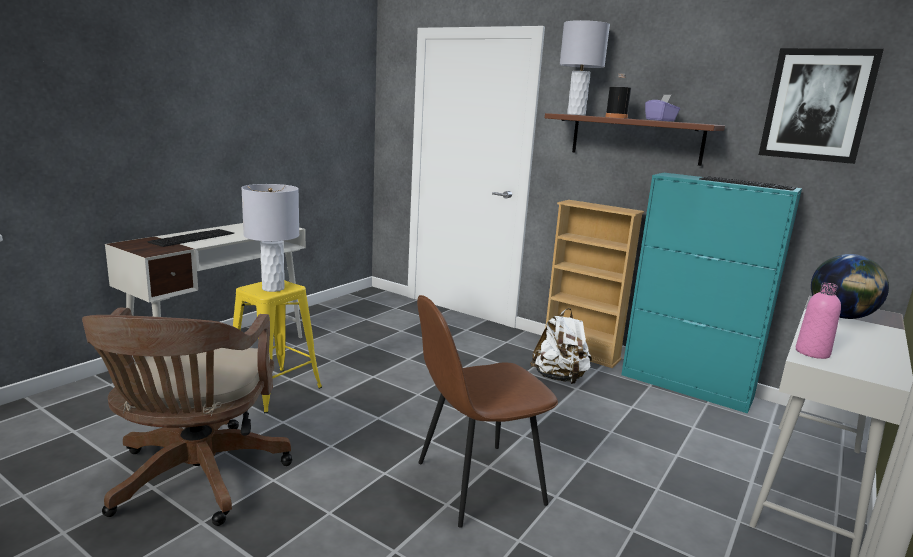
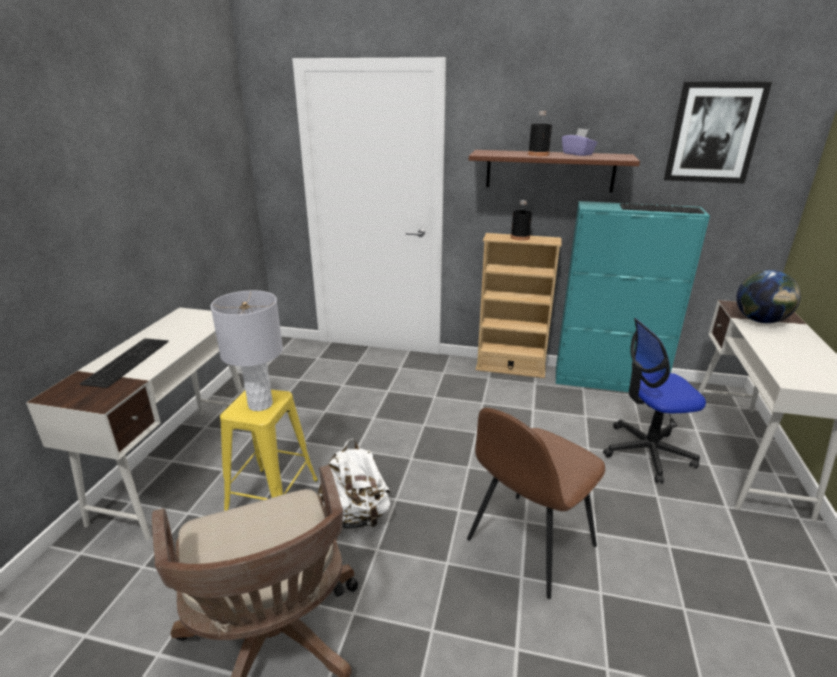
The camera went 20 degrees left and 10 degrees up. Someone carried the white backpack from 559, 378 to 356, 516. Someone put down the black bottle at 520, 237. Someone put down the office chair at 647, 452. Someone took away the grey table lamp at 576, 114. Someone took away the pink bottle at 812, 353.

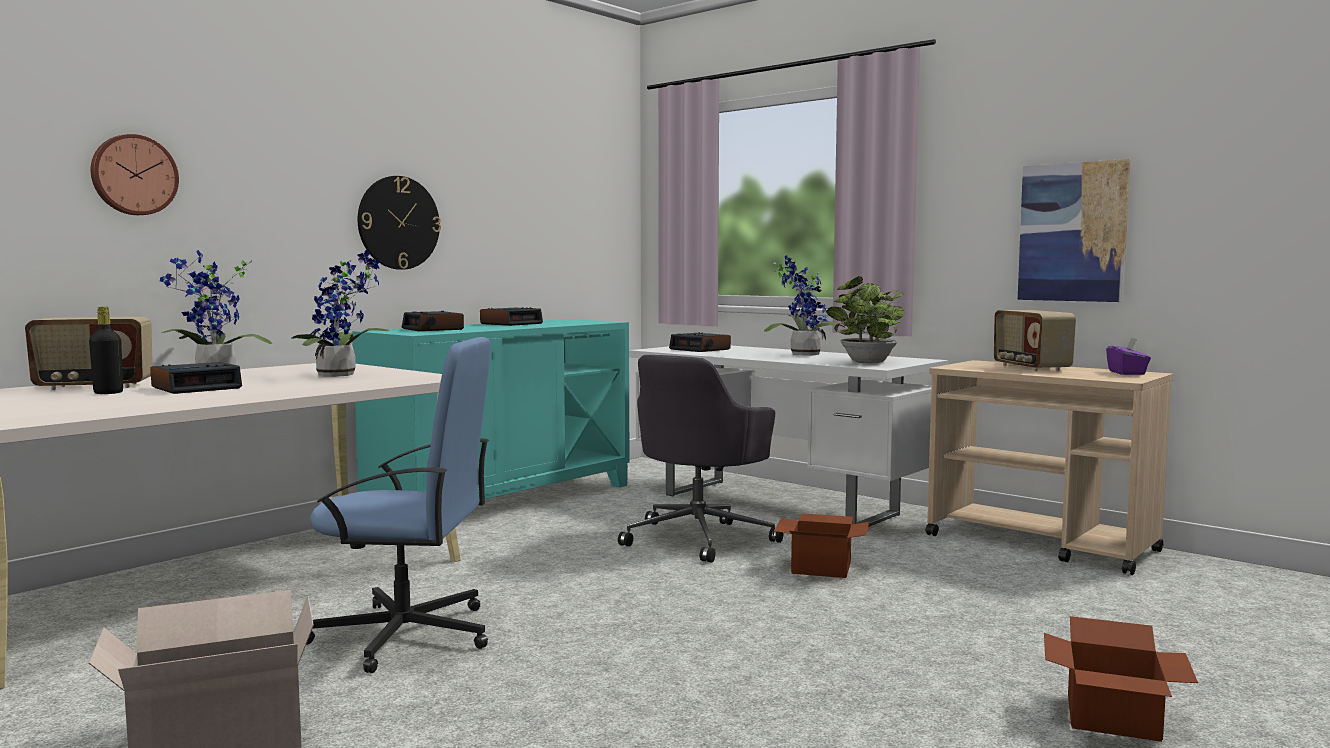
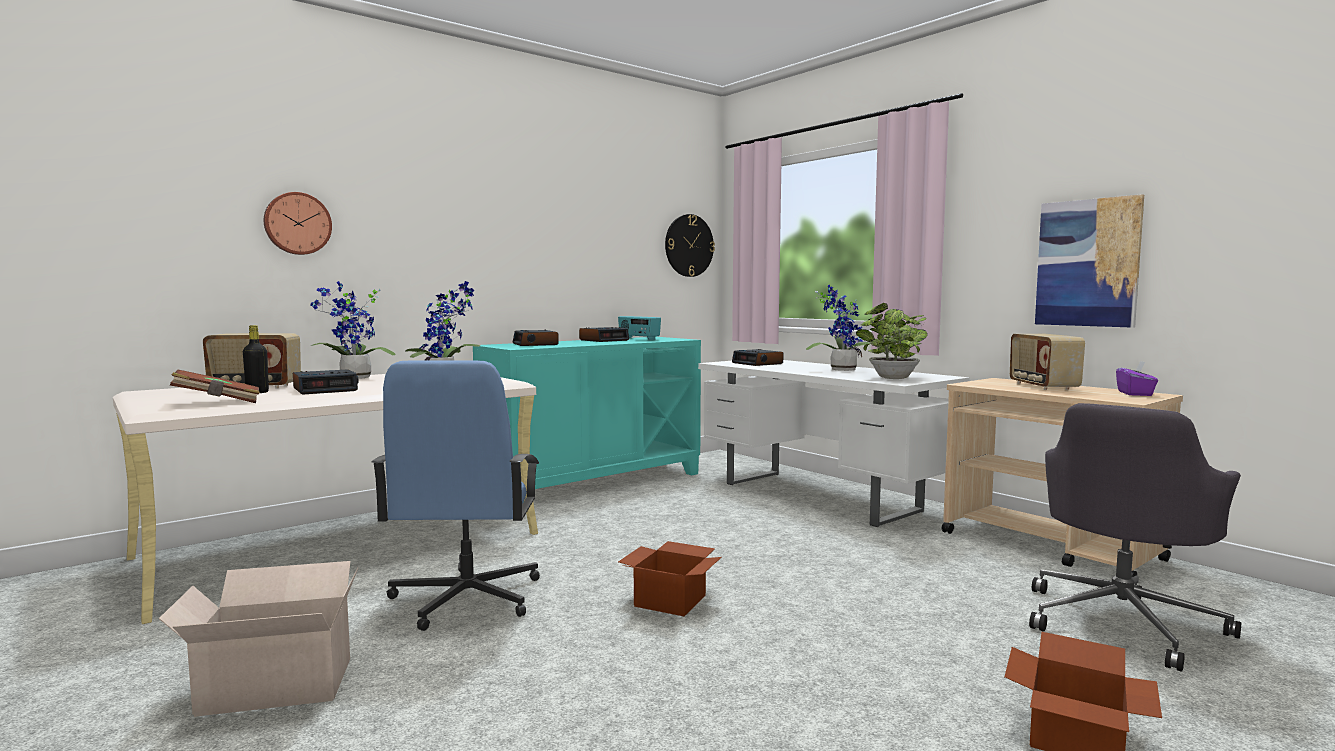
The camera went 10 degrees right and 0 degrees up. Someone put down the brown book at 218, 402. Someone rotated the blue office chair at 406, 635 by 75 degrees clockwise. Someone put down the radio at 638, 339. Someone carried the cardboard box from 822, 567 to 672, 600. Someone carried the wall clock from 398, 223 to 689, 245. Someone carried the grey office chair from 700, 538 to 1122, 622.

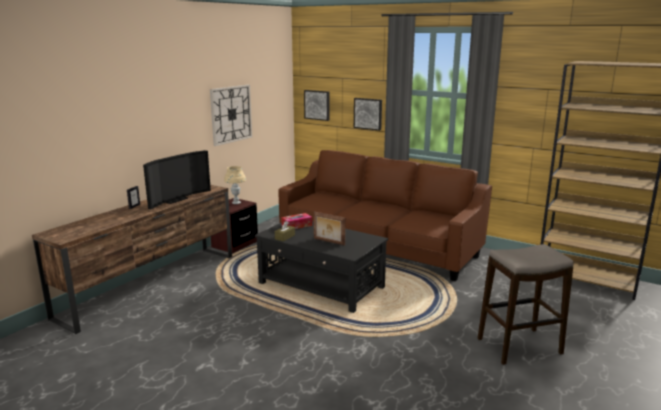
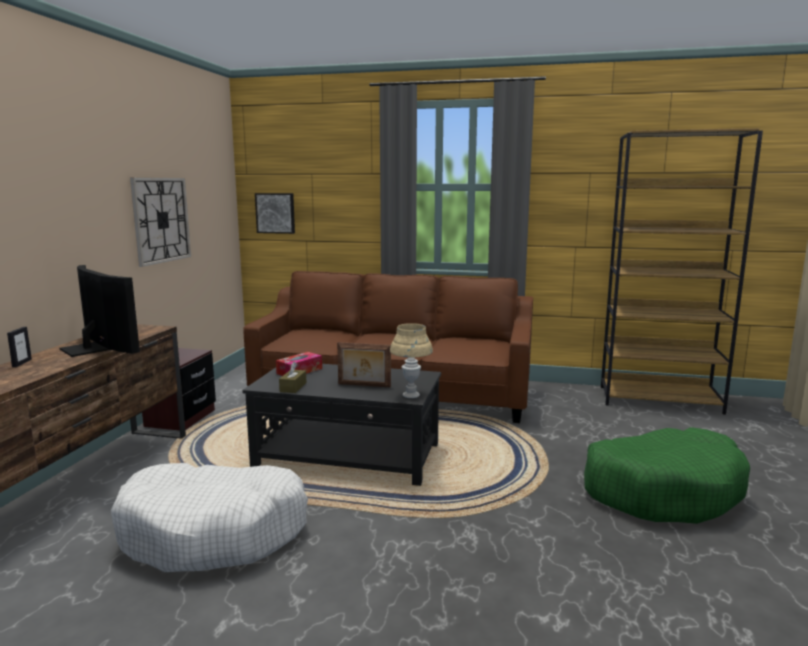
The camera went 20 degrees left and 5 degrees down. Someone rotated the television at 174, 200 by 60 degrees counterclockwise. Someone put down the white dog bed at 214, 532. Someone carried the beige table lamp from 236, 203 to 411, 395. Someone swapped the stool at 519, 346 for the green dog bed at 662, 491. Someone took away the picture at 368, 113.

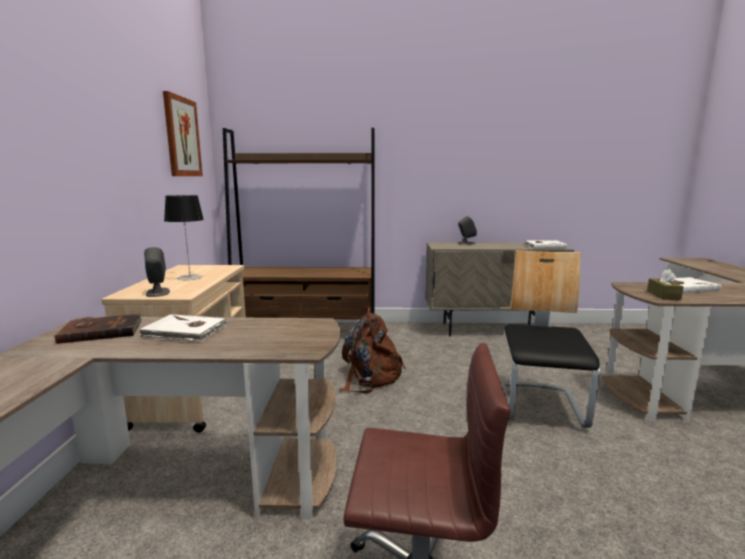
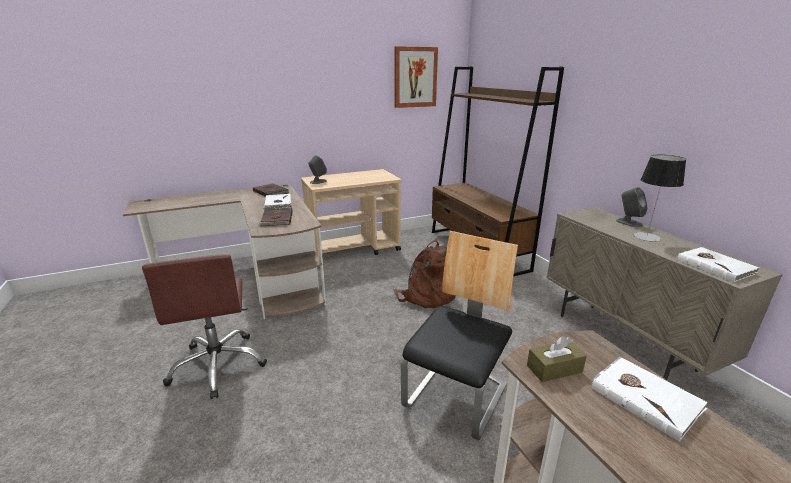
The camera went 65 degrees right and 10 degrees up. Someone put down the brown book at 276, 219. Someone rotated the chair at 541, 405 by 45 degrees counterclockwise. Someone carried the table lamp from 190, 277 to 646, 237.

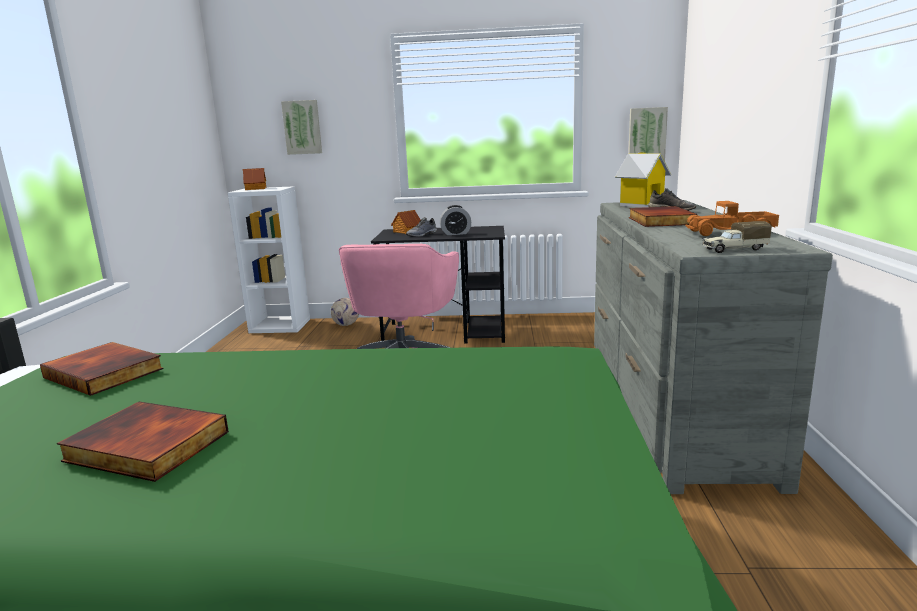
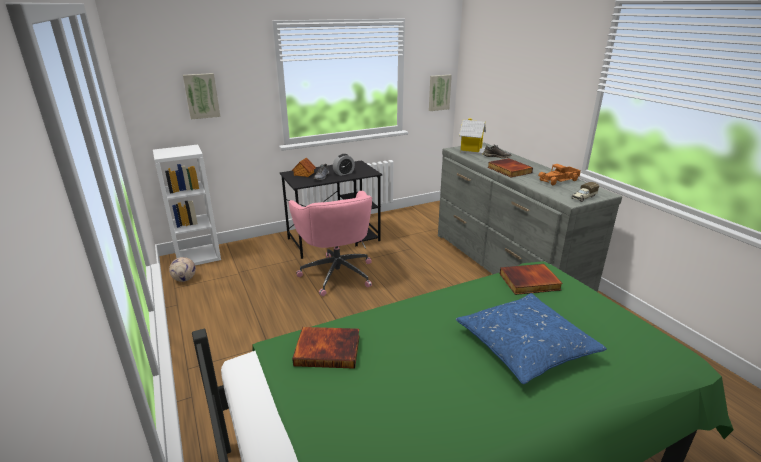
The camera went 30 degrees left and 10 degrees up. Someone carried the football from 346, 325 to 184, 279. Someone put down the blue pillow at 525, 346. Someone carried the book from 145, 447 to 529, 282. Someone took away the toy house at 256, 188.

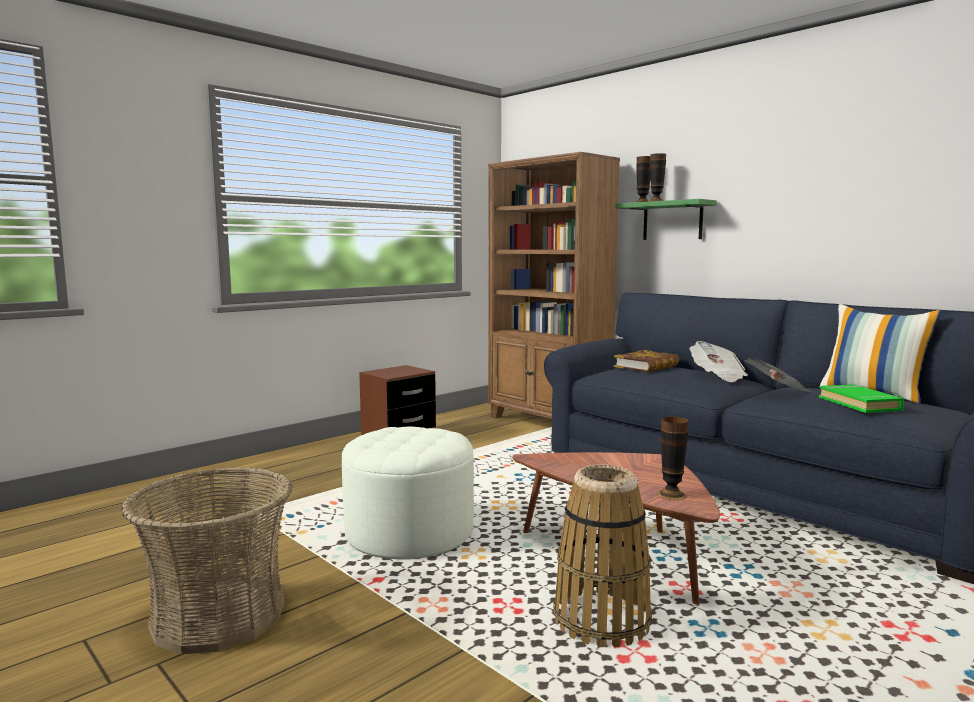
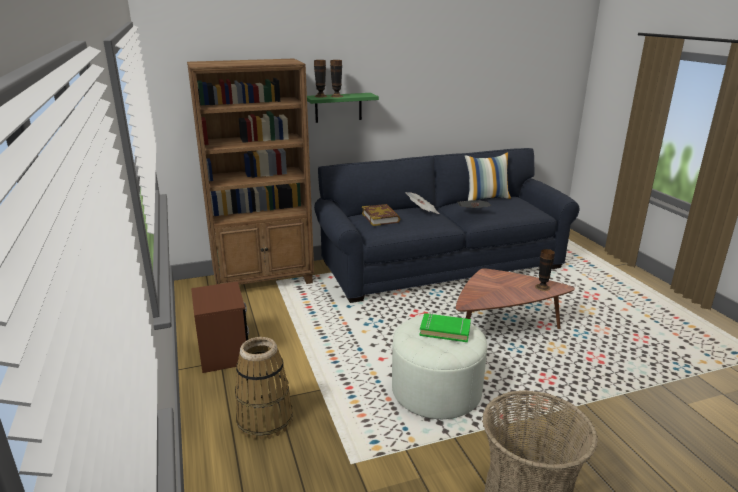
The camera went 65 degrees left and 15 degrees up. Someone carried the basket from 602, 620 to 265, 420. Someone carried the green book from 859, 404 to 445, 331.

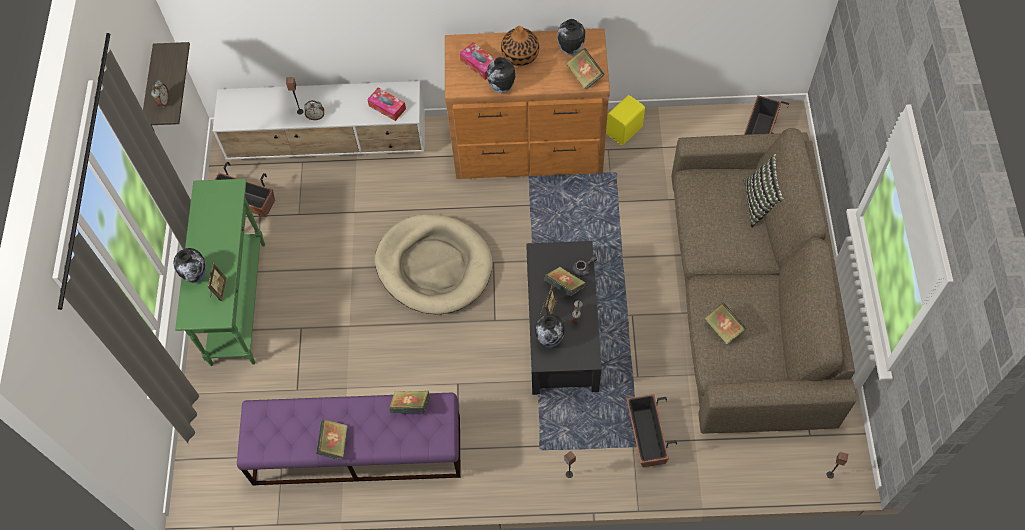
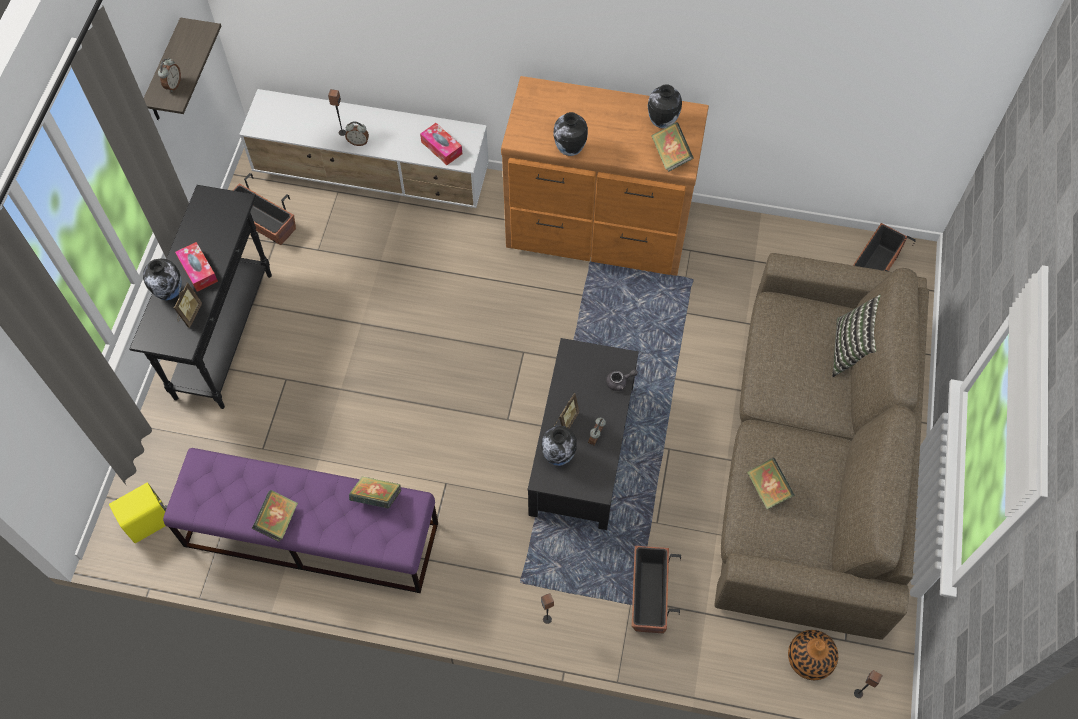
The camera went 10 degrees right and 0 degrees up. Someone carried the yellow speaker from 625, 131 to 149, 522. Someone repainted the green console table at 239, 302, which became the black console table at 225, 335. Someone carried the tissue box from 479, 64 to 198, 270. Someone carried the vase from 520, 55 to 810, 659. Someone took away the beige dog bed at 434, 266. Someone took away the book at 564, 286.

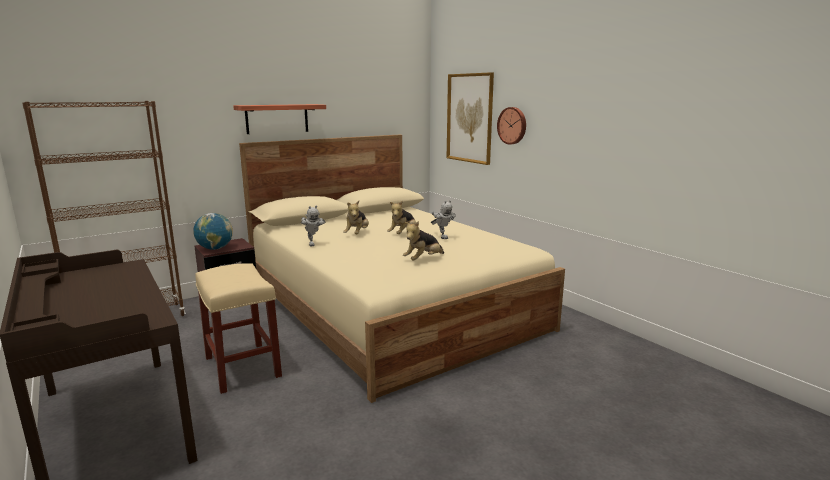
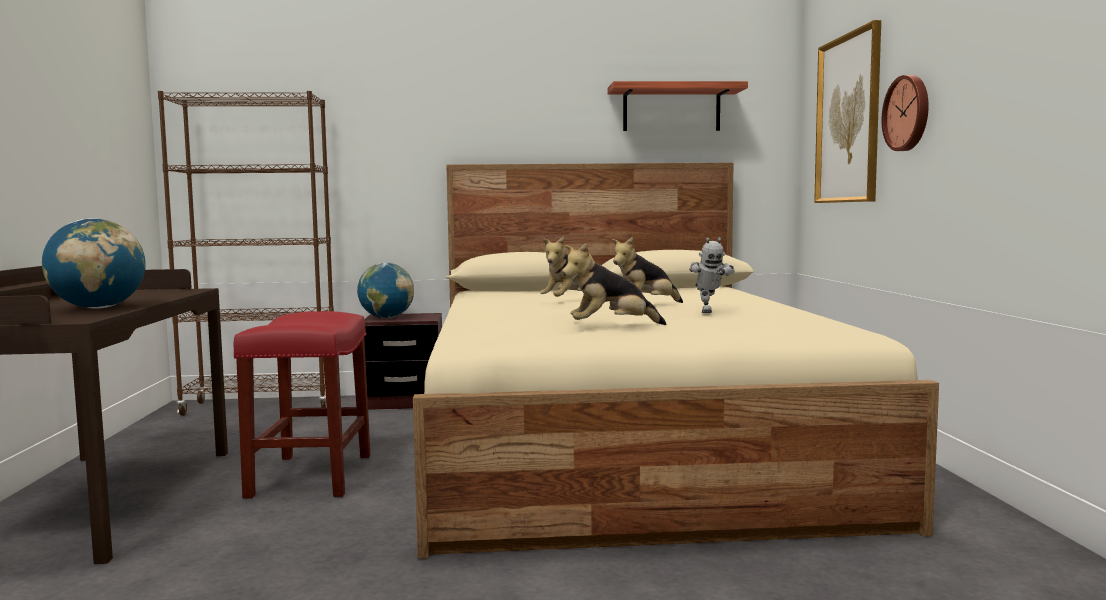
The camera went 30 degrees right and 10 degrees down. Someone put down the globe at 98, 308. Someone repainted the beige stool at 243, 367, which became the red stool at 311, 476. Someone carried the shelf from 277, 118 to 671, 109. Someone took away the toy robot at 312, 244.

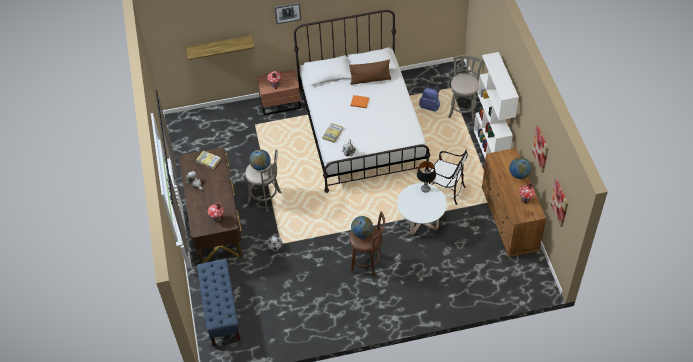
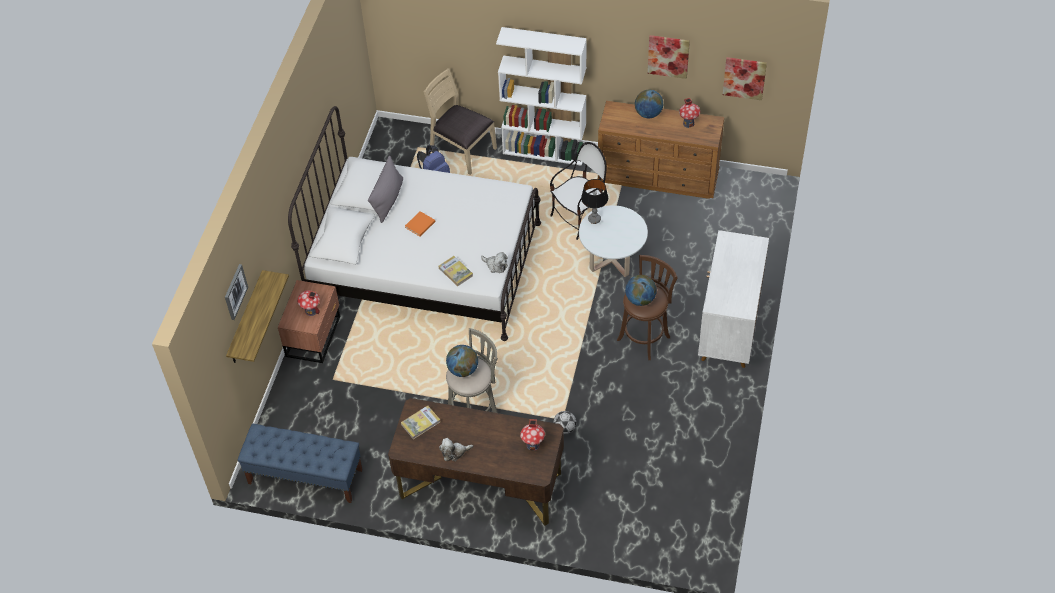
The camera went 65 degrees left and 0 degrees up. Someone carried the picture from 287, 12 to 235, 291. Someone carried the blue bench from 221, 310 to 305, 476. Someone repainted the brown pillow at 370, 79, which became the grey pillow at 388, 199. Someone swapped the grey stool at 463, 109 for the beige chair at 462, 150. Someone put down the white cabinet at 729, 330.

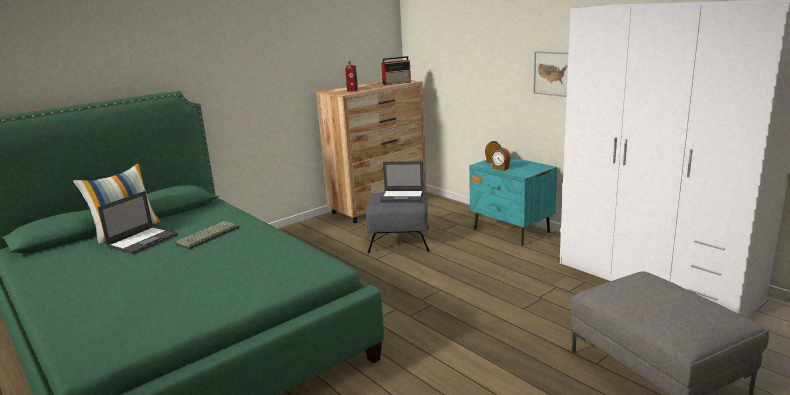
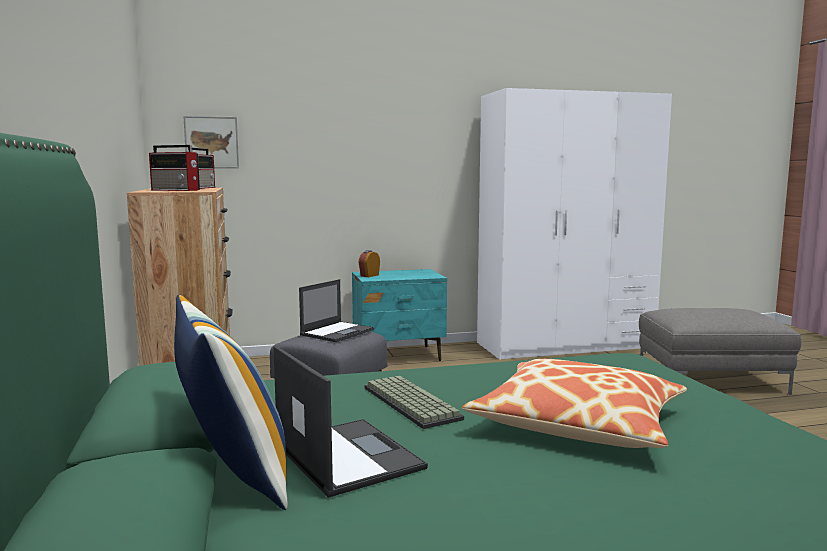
The camera went 65 degrees left and 10 degrees down. Someone carried the picture from 552, 73 to 211, 142. Someone put down the pillow at 578, 423. Someone took away the alarm clock at 500, 168.

